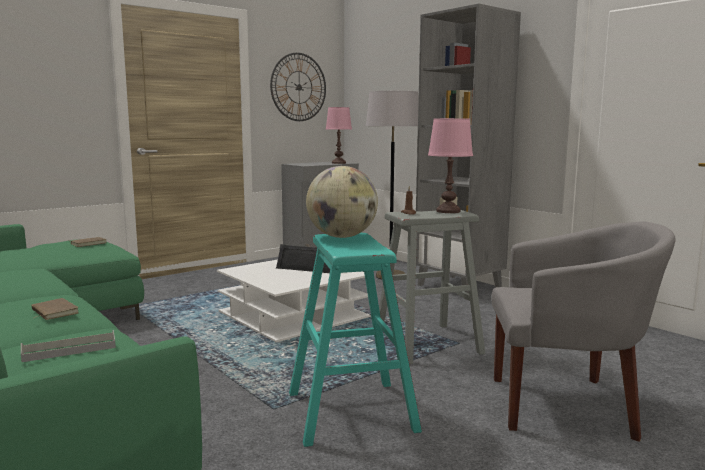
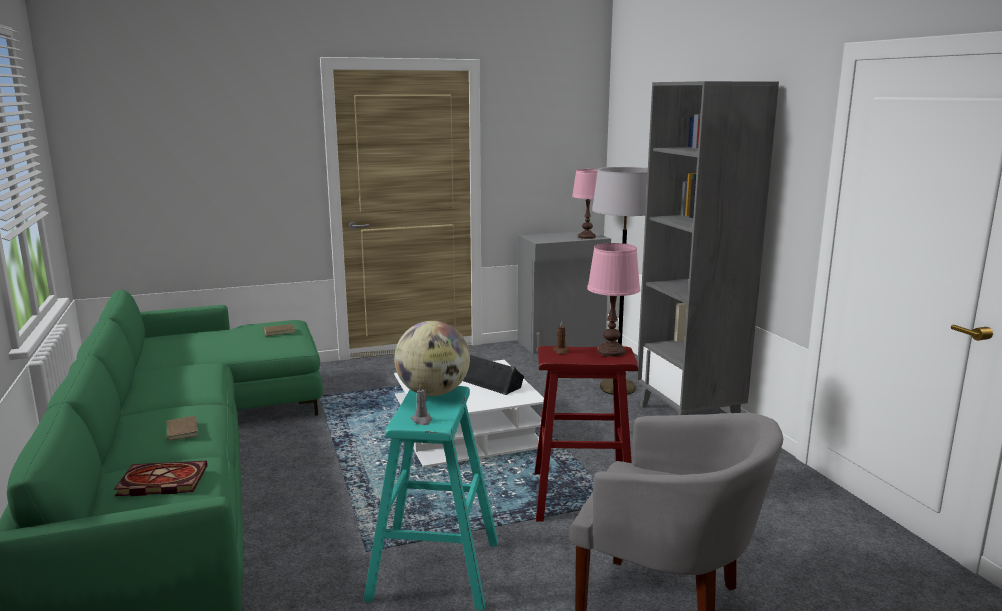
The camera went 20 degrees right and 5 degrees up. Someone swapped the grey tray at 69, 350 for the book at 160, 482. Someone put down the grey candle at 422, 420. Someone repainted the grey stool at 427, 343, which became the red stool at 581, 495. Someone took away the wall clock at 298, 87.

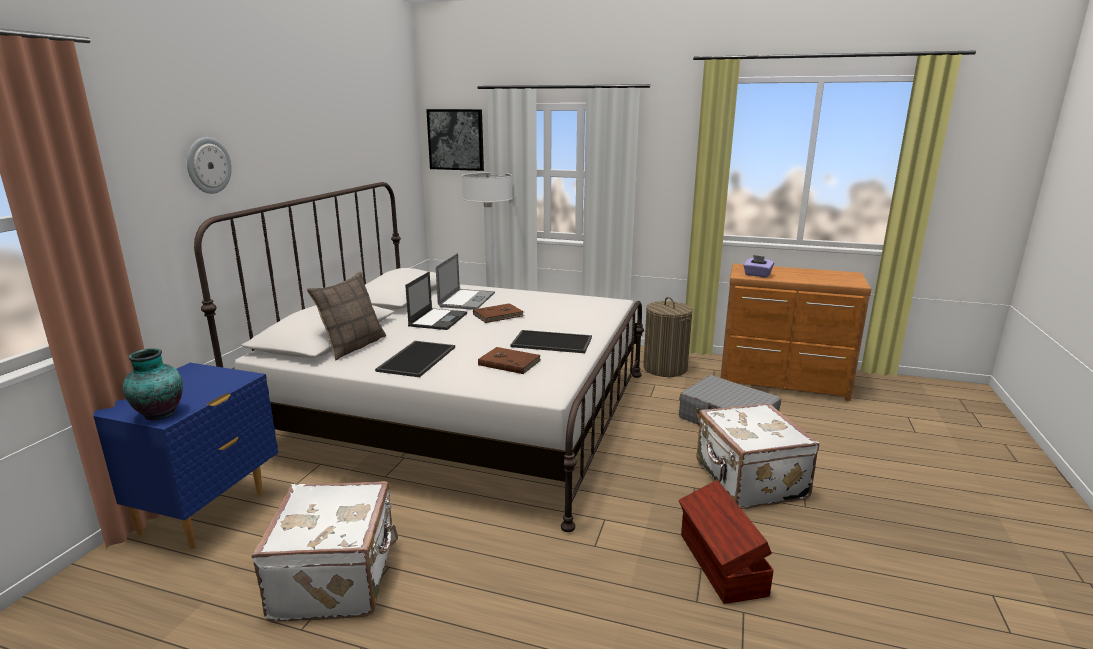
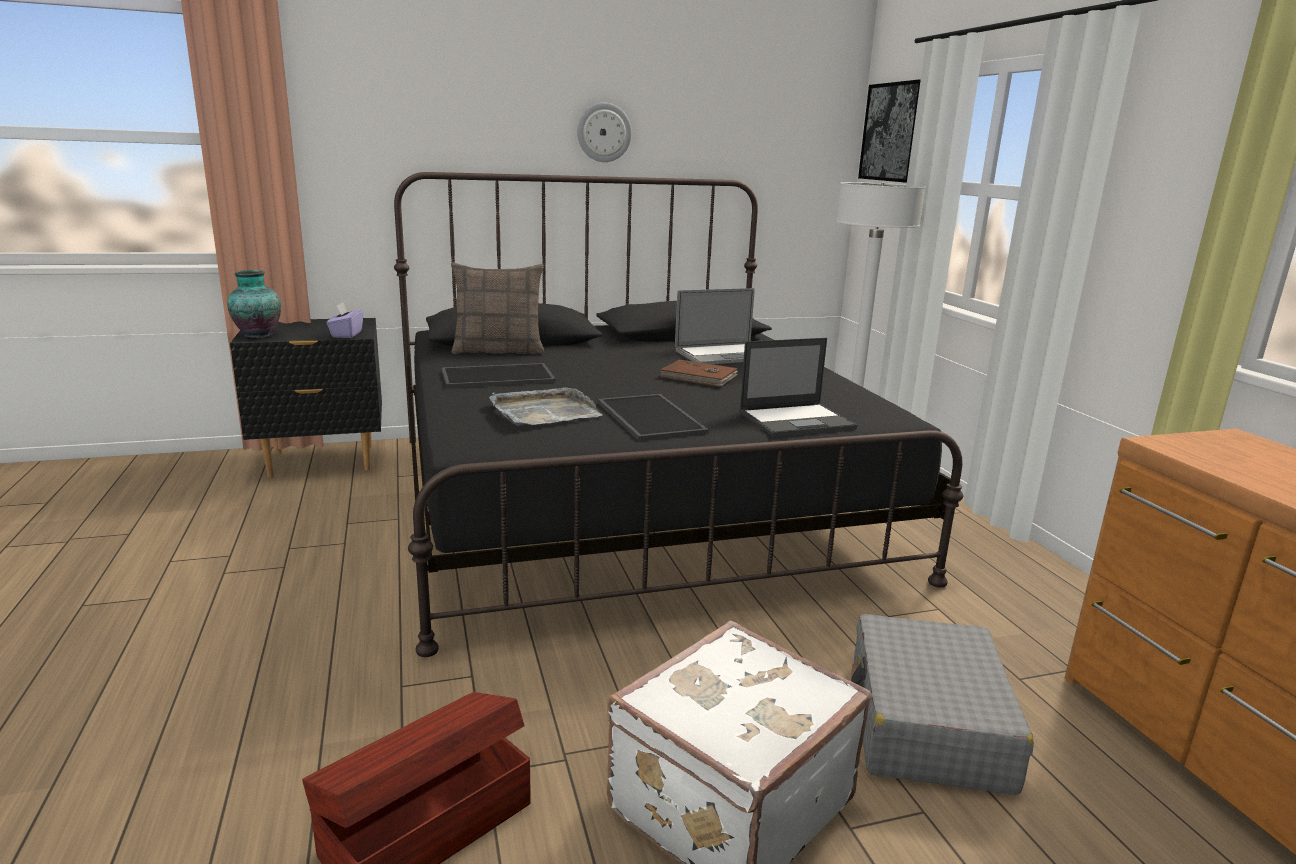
The camera went 55 degrees right and 0 degrees up. Someone repainted the blue nightstand at 204, 513, which became the black nightstand at 322, 461. Someone carried the purple tissue box from 757, 275 to 346, 334. Someone repainted the white bed at 463, 413, which became the black bed at 630, 501. Someone swapped the brown book at 509, 362 for the grey tray at 544, 412. Someone carried the wall clock from 208, 165 to 604, 132. Someone carried the laptop from 438, 319 to 797, 420. Someone took away the white suitcase at 337, 578. Someone took away the laundry basket at 665, 368.

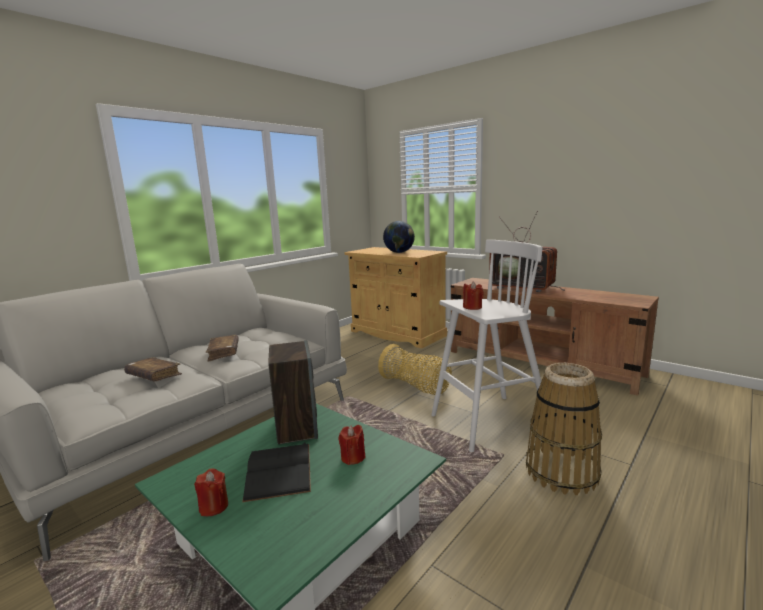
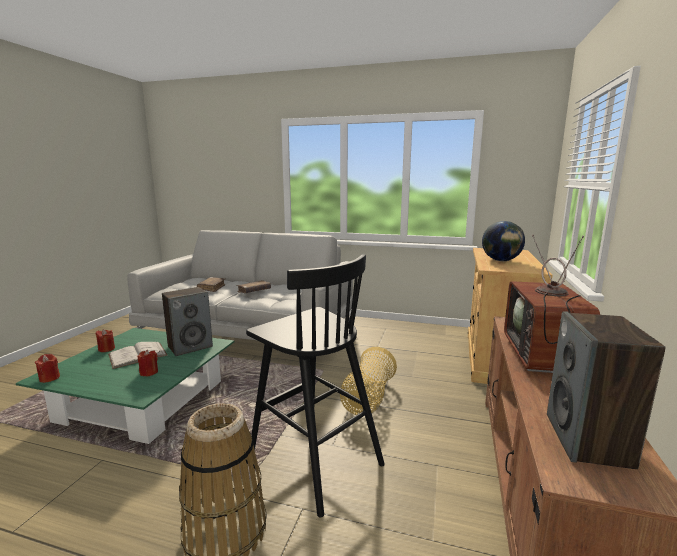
The camera went 65 degrees right and 0 degrees up. Someone carried the red candle from 472, 307 to 49, 378. Someone repainted the black book at 279, 470, which became the white book at 137, 355. Someone repainted the white stool at 487, 423, which became the black stool at 313, 459. Someone put down the speaker at 588, 440.

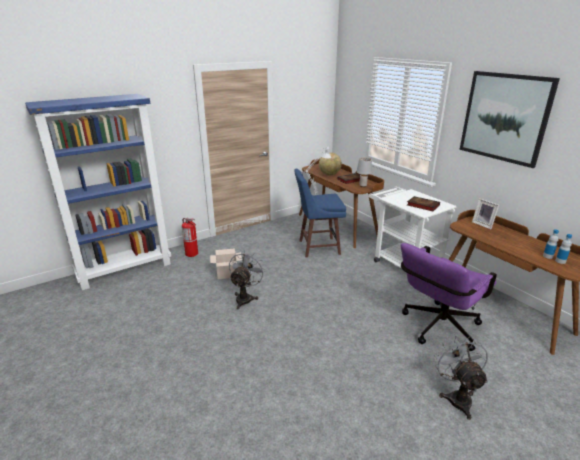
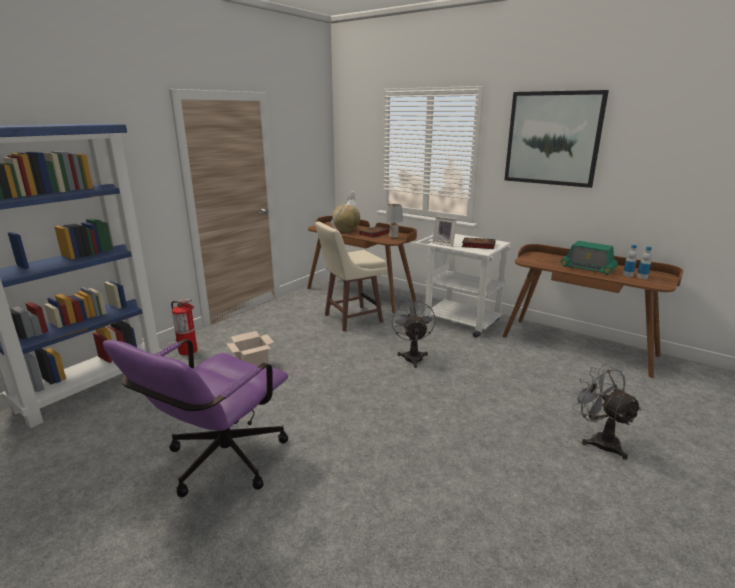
The camera went 20 degrees left and 5 degrees down. Someone carried the purple office chair from 436, 329 to 218, 464. Someone repainted the blue stool at 317, 247, which became the beige stool at 351, 319. Someone carried the grey fan from 245, 298 to 412, 356. Someone carried the picture frame from 483, 224 to 444, 244. Someone put down the radio at 587, 268.

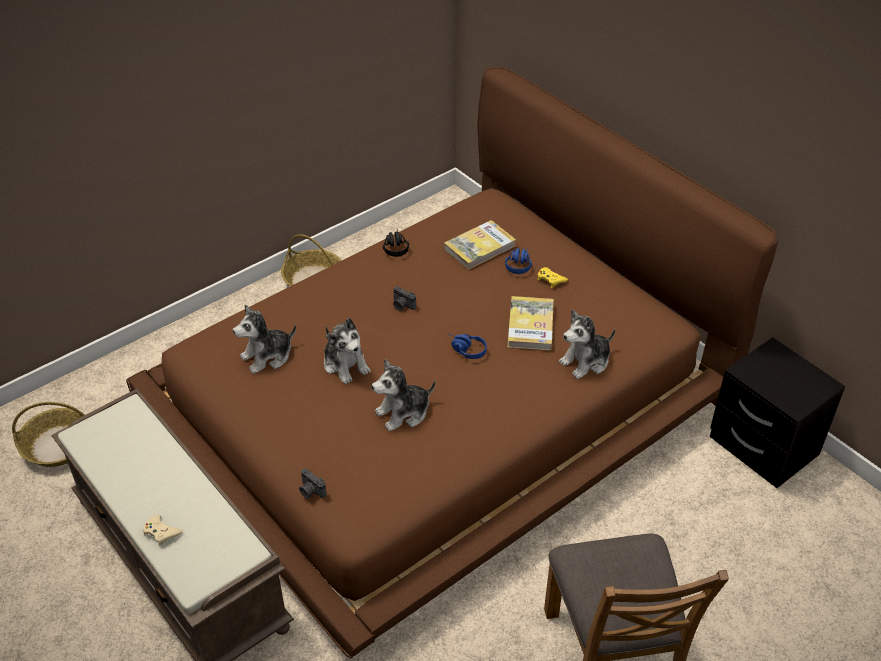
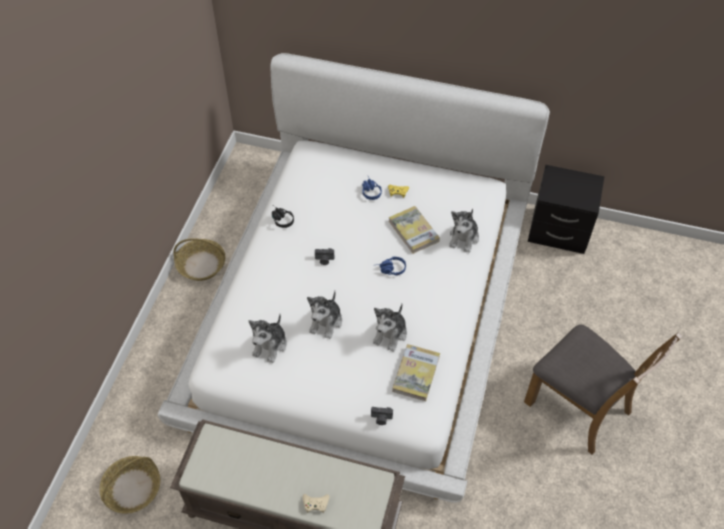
The camera went 35 degrees left and 10 degrees up. Someone repainted the brown bed at 440, 405, which became the white bed at 362, 309. Someone rotated the plush toy at 345, 364 by 90 degrees clockwise. Someone carried the book from 479, 247 to 416, 373.

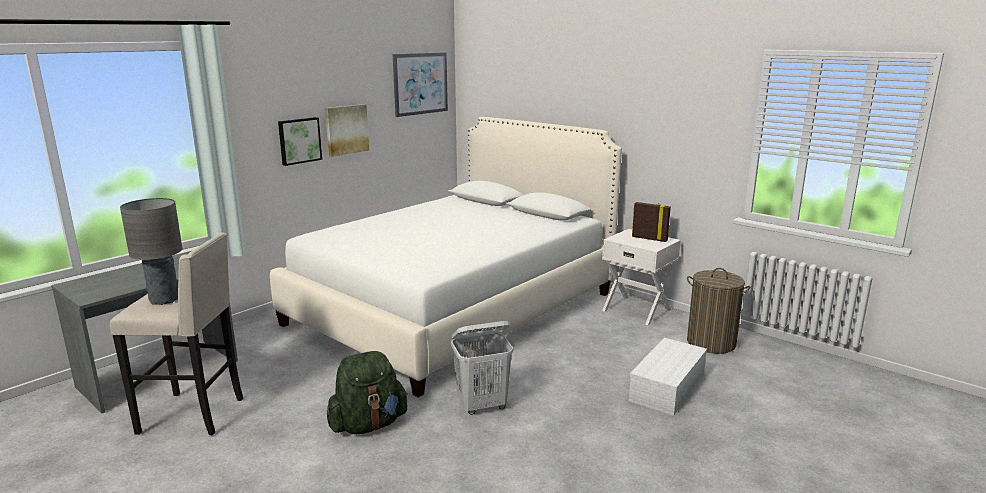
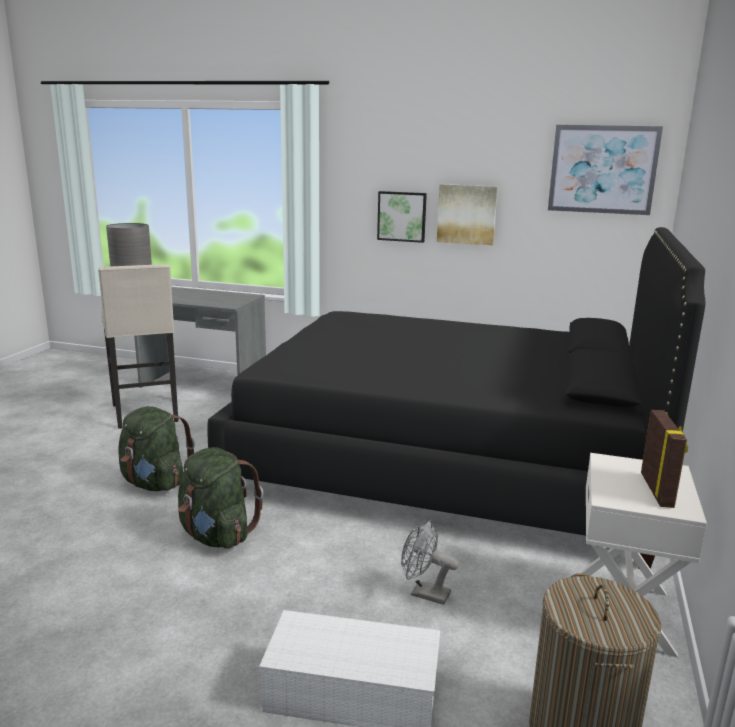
The camera went 65 degrees right and 0 degrees up. Someone swapped the white laundry basket at 482, 406 for the green backpack at 217, 536. Someone repainted the white bed at 454, 308, which became the black bed at 446, 463. Someone put down the grey fan at 424, 593.

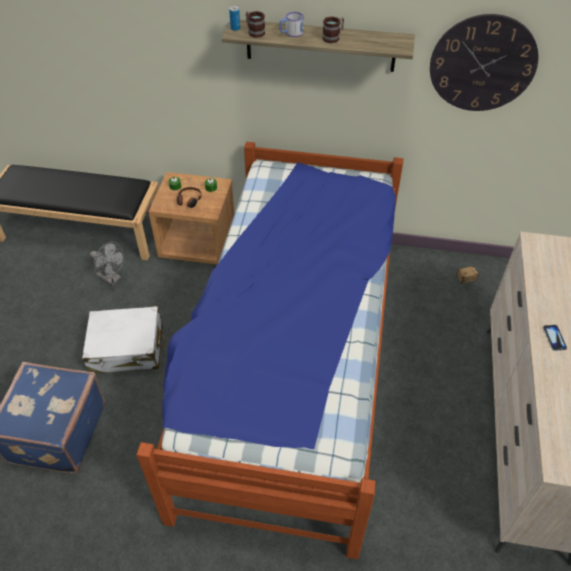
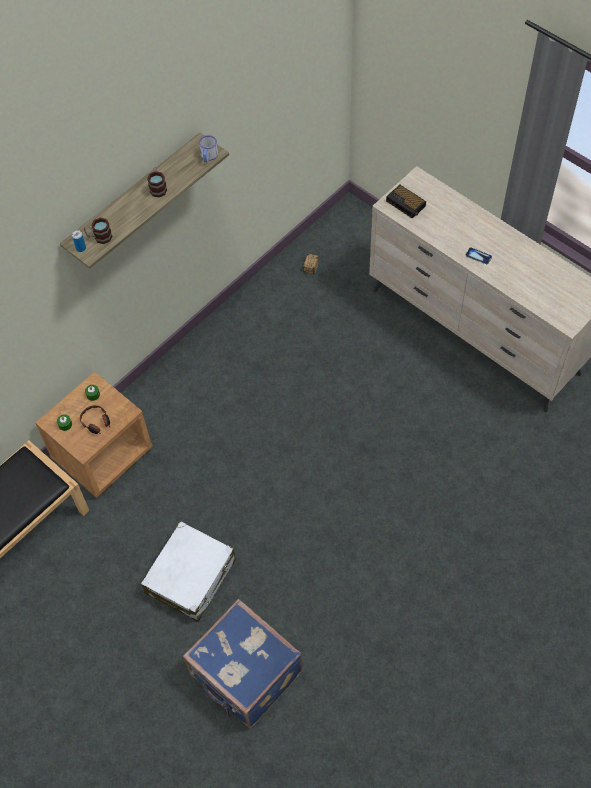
The camera went 55 degrees left and 10 degrees up. Someone carried the mug from 291, 33 to 208, 156. Someone put down the alarm clock at 406, 204. Someone took away the grey fan at 112, 278. Someone took away the bed at 291, 362. Someone took away the wall clock at 482, 64.

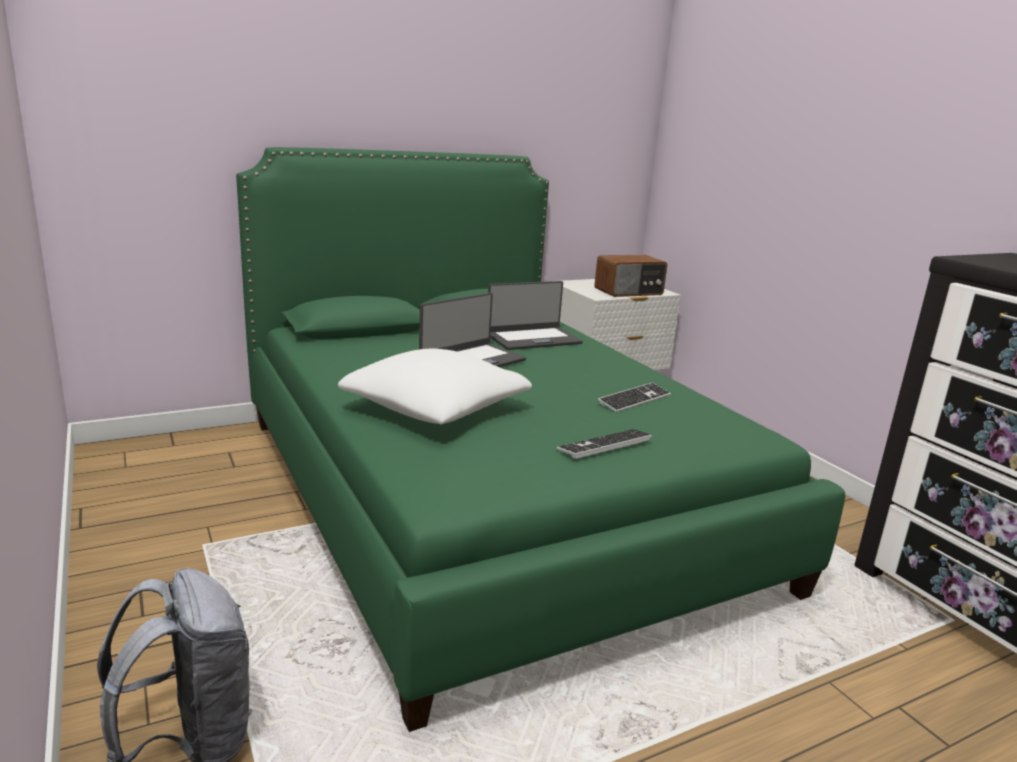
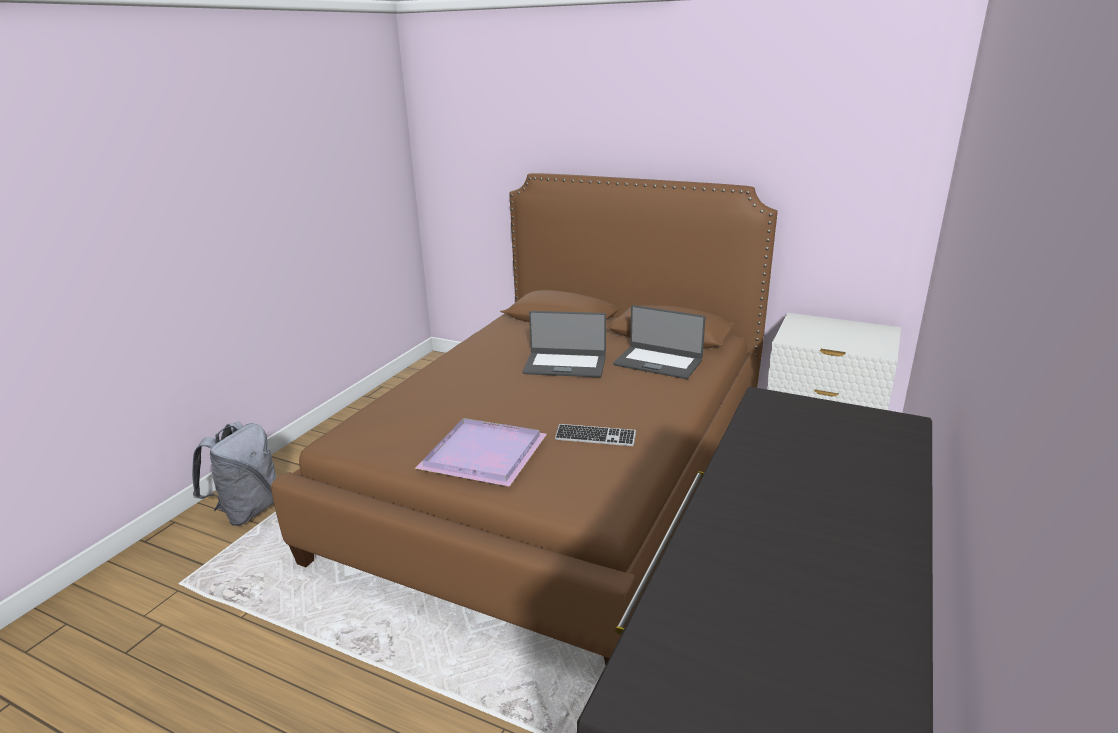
The camera went 55 degrees right and 5 degrees up. Someone repainted the green bed at 486, 496, which became the brown bed at 557, 476. Someone swapped the keyboard at 605, 445 for the purple tray at 481, 455. Someone took away the white pillow at 436, 409. Someone took away the radio at 629, 292.

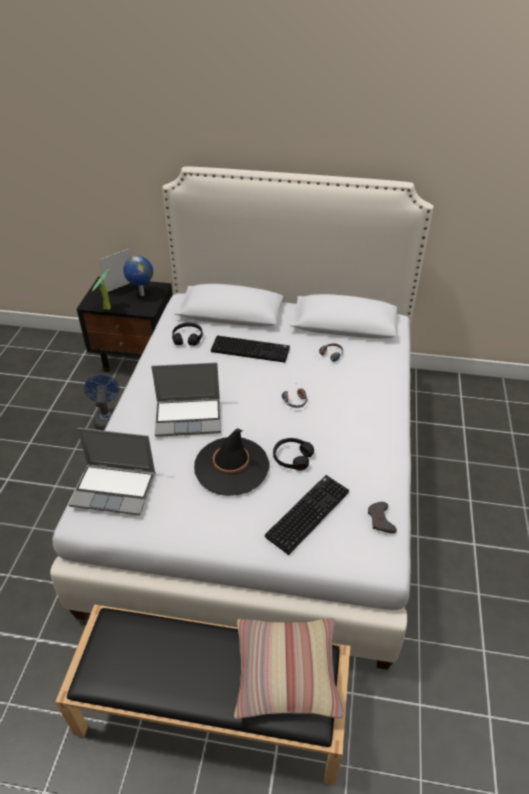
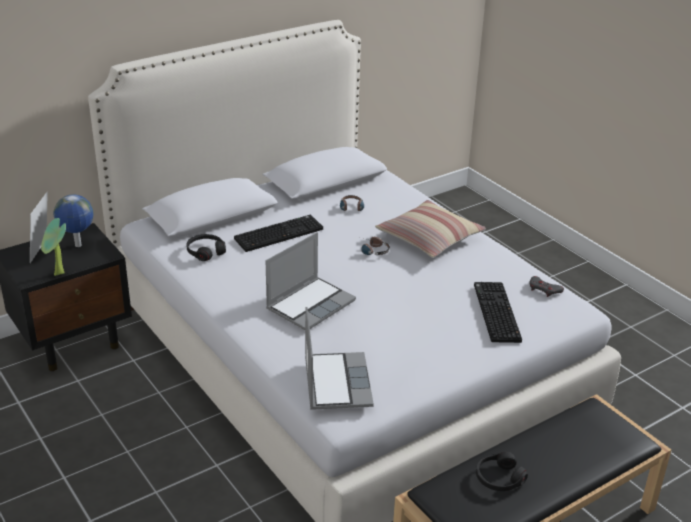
The camera went 45 degrees left and 10 degrees down. Someone rotated the laptop at 115, 489 by 60 degrees counterclockwise. Someone carried the pillow from 287, 672 to 429, 238. Someone carried the black headphones from 292, 457 to 499, 478. Someone took away the blue fan at 107, 418. Someone took away the black hat at 231, 466.

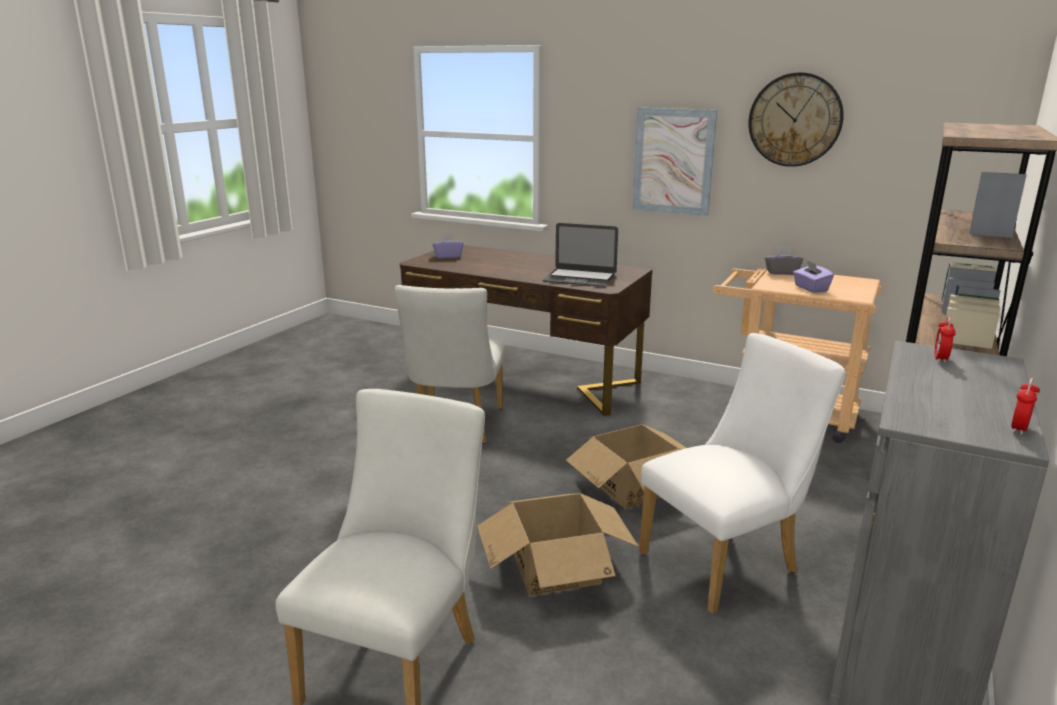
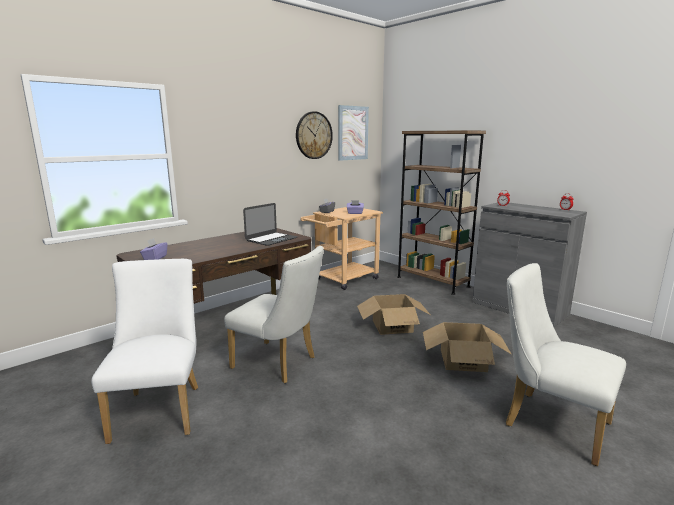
The camera went 70 degrees left and 5 degrees down. Someone carried the white chair from 727, 560 to 160, 408. Someone carried the picture from 673, 161 to 353, 133.

